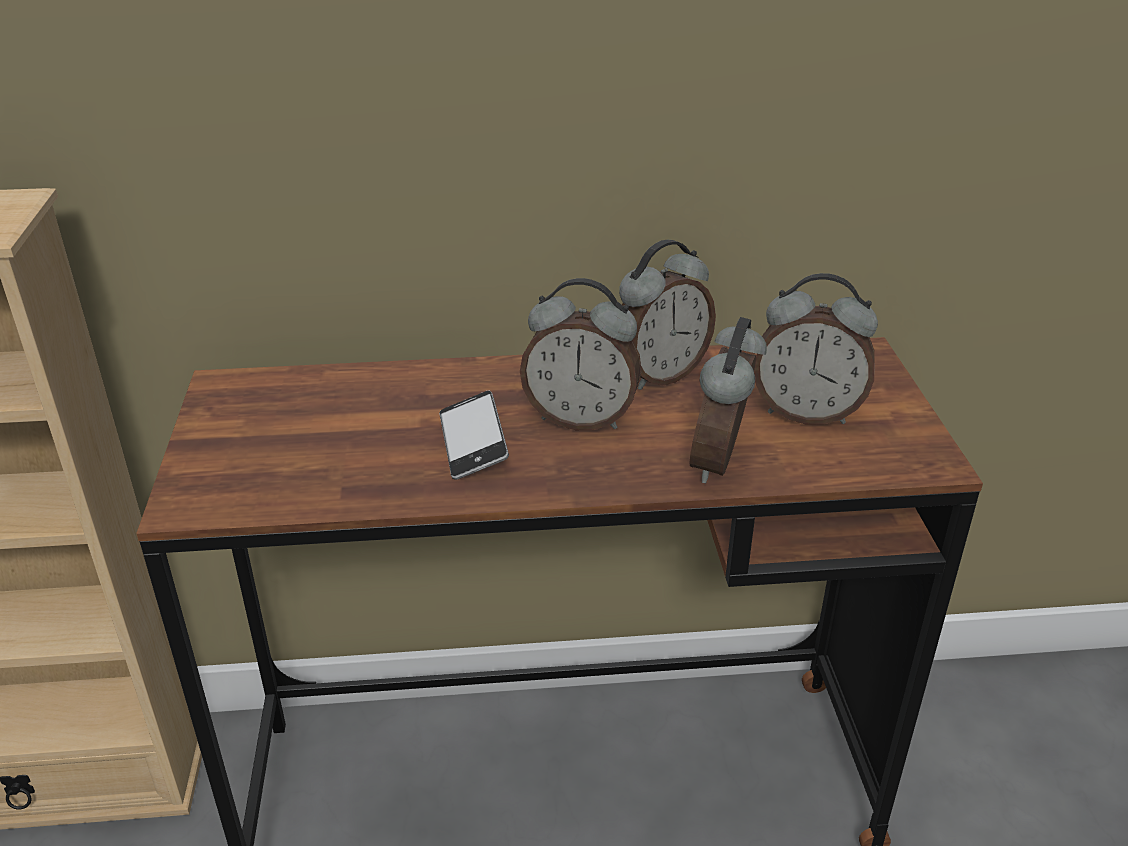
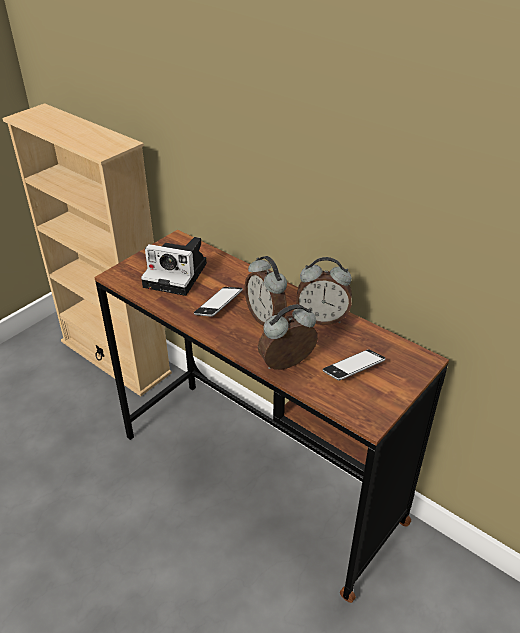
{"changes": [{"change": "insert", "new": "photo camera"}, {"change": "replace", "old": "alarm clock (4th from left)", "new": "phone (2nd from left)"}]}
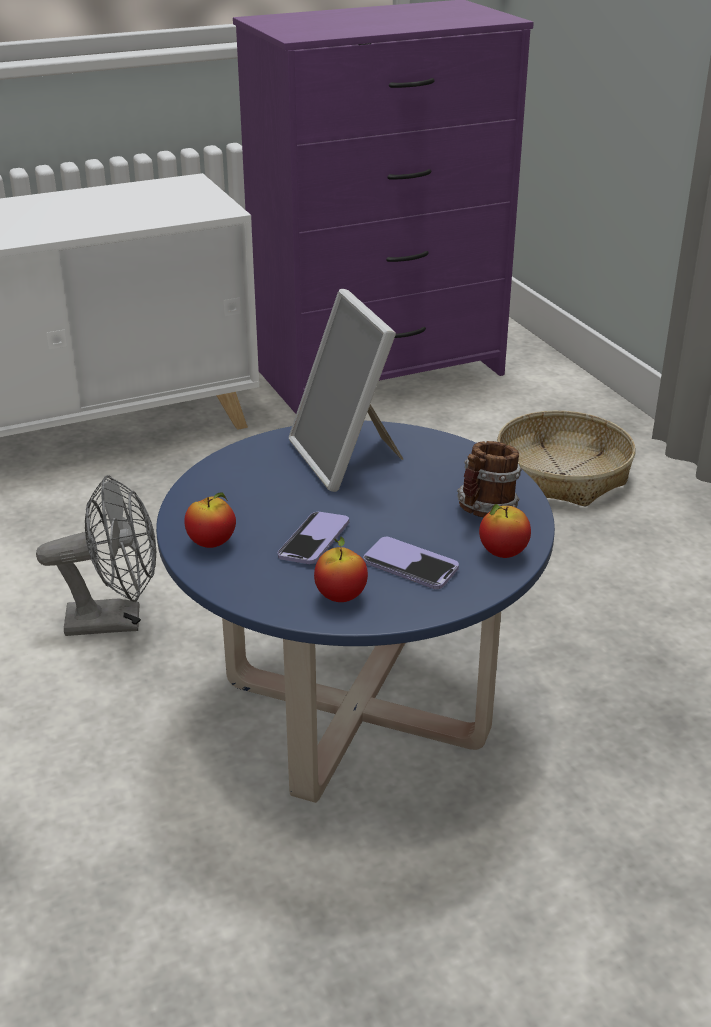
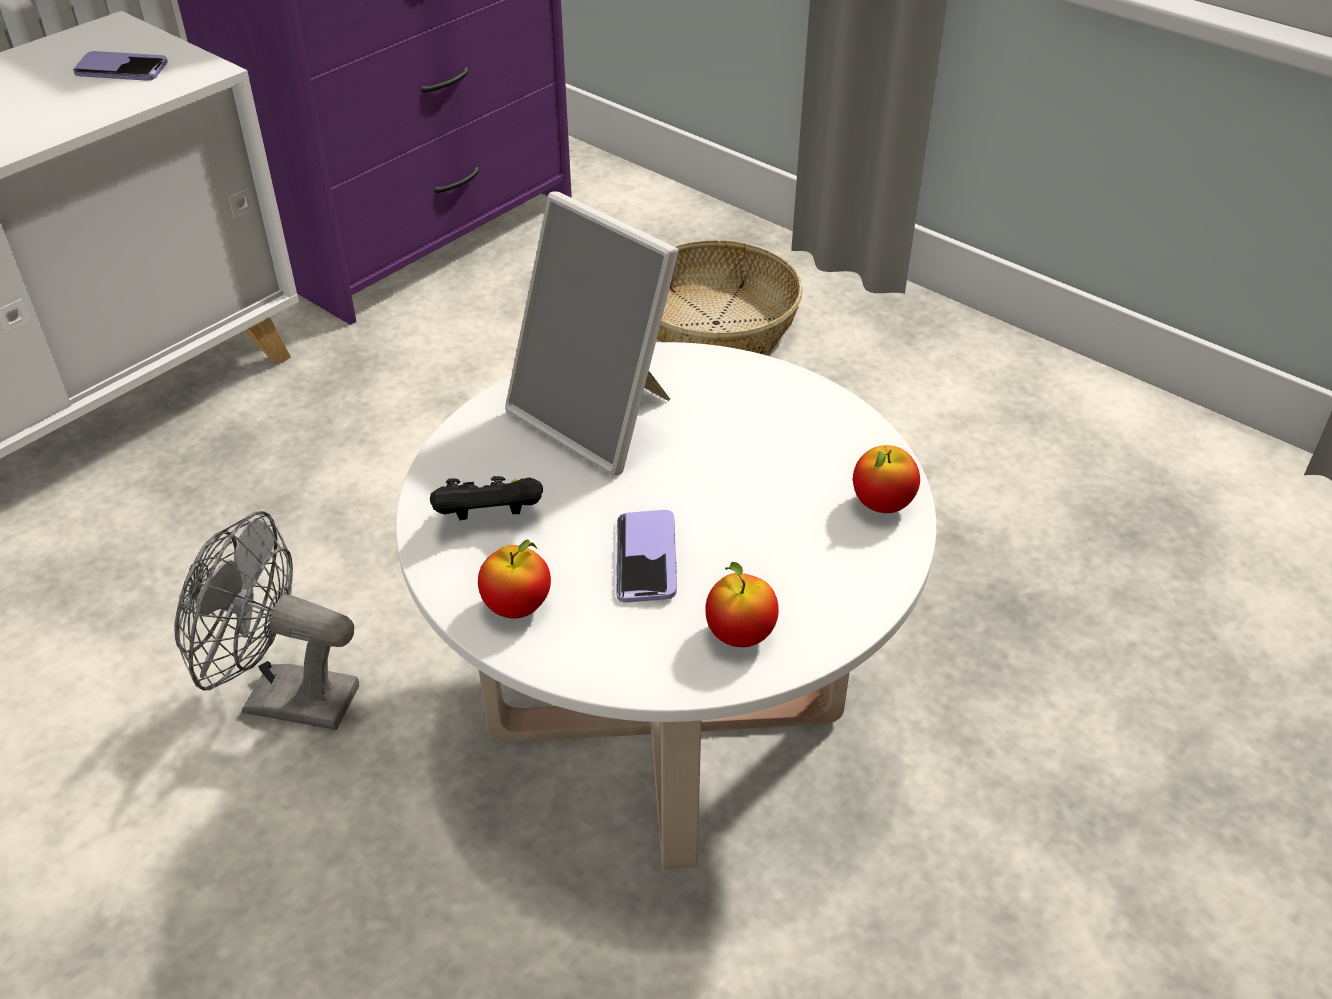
{"changes": [{"change": "move", "old": "phone (2nd from left in the first image)", "new": "phone (1st from left)"}, {"change": "rotate", "old": "fan in grey", "degrees": -135}, {"change": "recolor", "old": "coffee table in blue", "new": "coffee table in white"}, {"change": "insert", "new": "game controller in black"}, {"change": "delete", "old": "mug"}]}
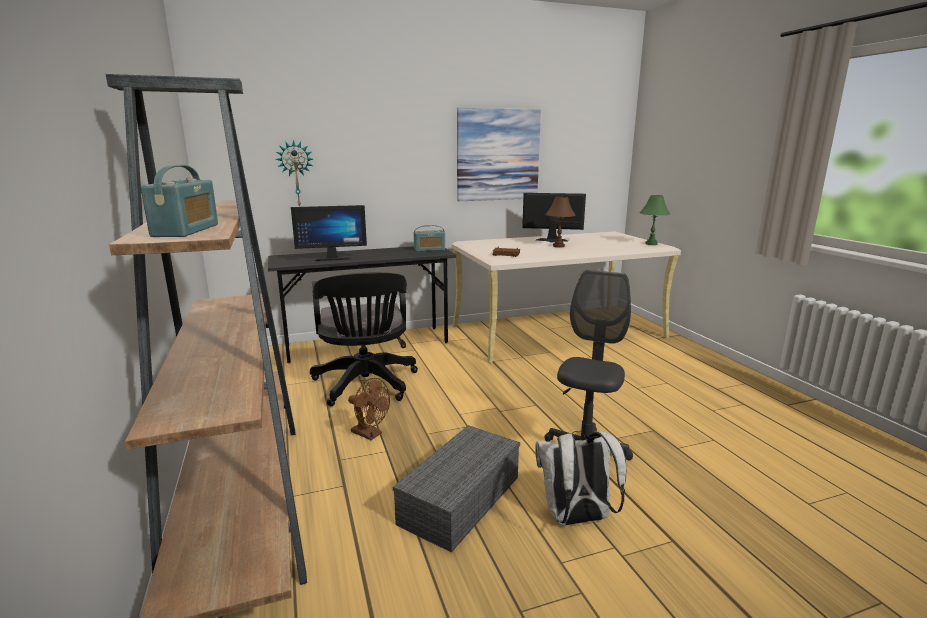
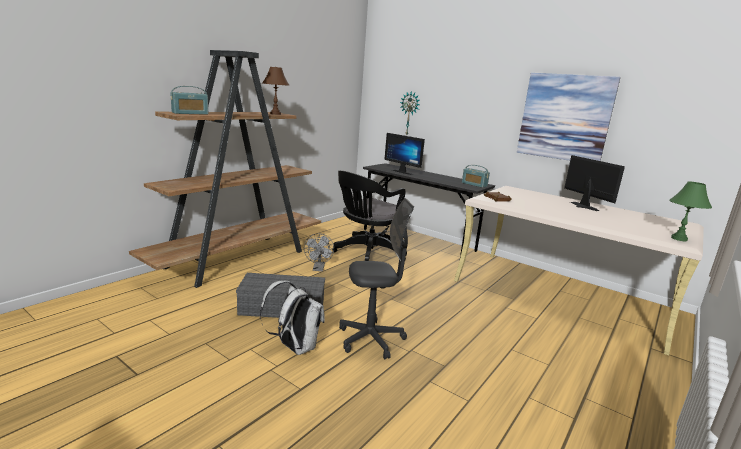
{"changes": [{"change": "move", "old": "table lamp in brown"}, {"change": "recolor", "old": "fan in brown", "new": "fan in grey"}]}
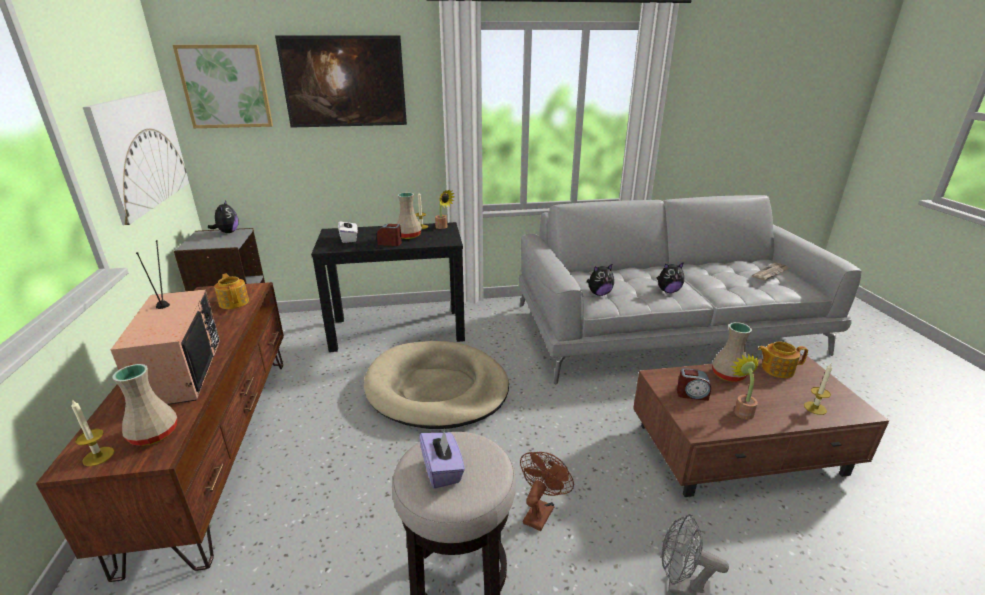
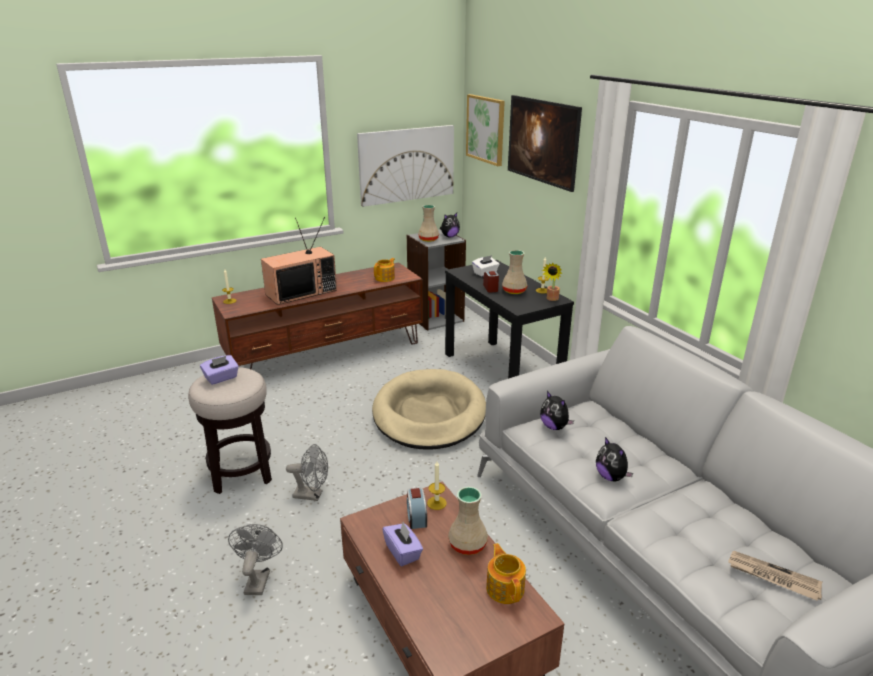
{"changes": [{"change": "recolor", "old": "fan in brown", "new": "fan in grey (2nd from left)"}, {"change": "replace", "old": "potted plant (2nd from left)", "new": "tissue box in purple (2nd from left)"}, {"change": "move", "old": "vase in beige (1st from left)"}, {"change": "move", "old": "candle (3rd from left in the first image)", "new": "candle (2nd from left)"}]}
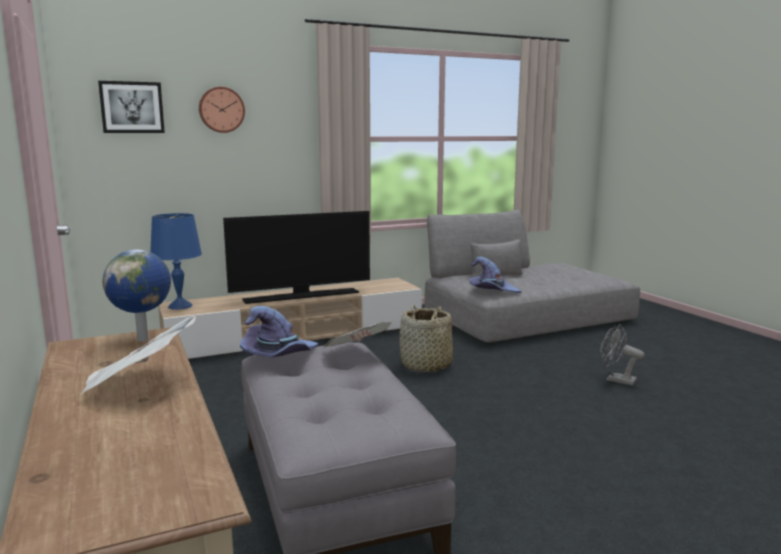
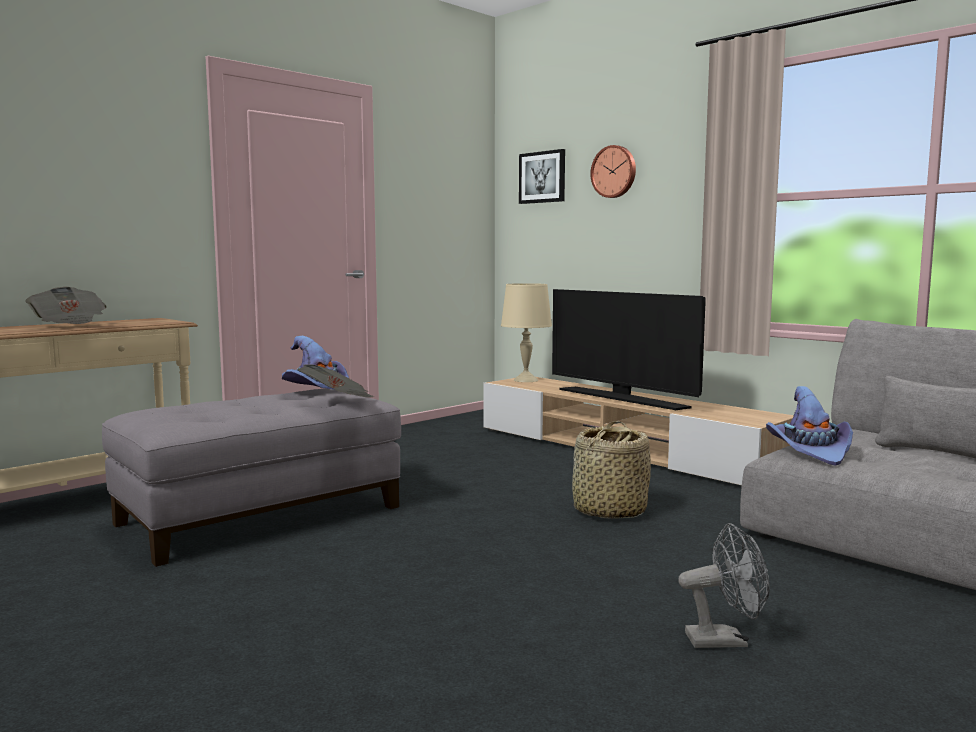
{"changes": [{"change": "recolor", "old": "table lamp in blue", "new": "table lamp in beige"}, {"change": "rotate", "old": "fan in grey", "degrees": 75}, {"change": "delete", "old": "globe"}]}
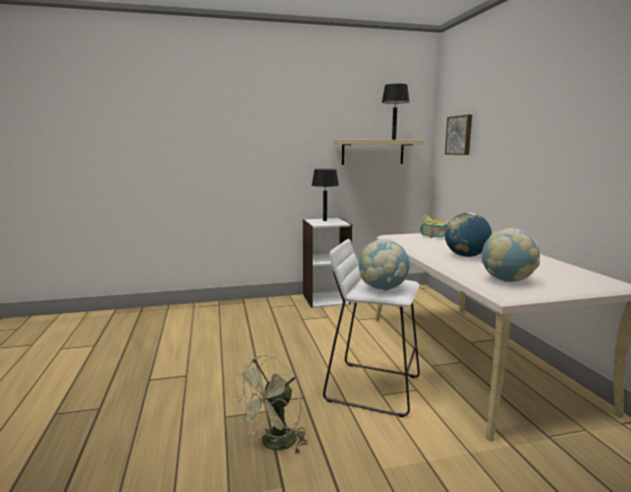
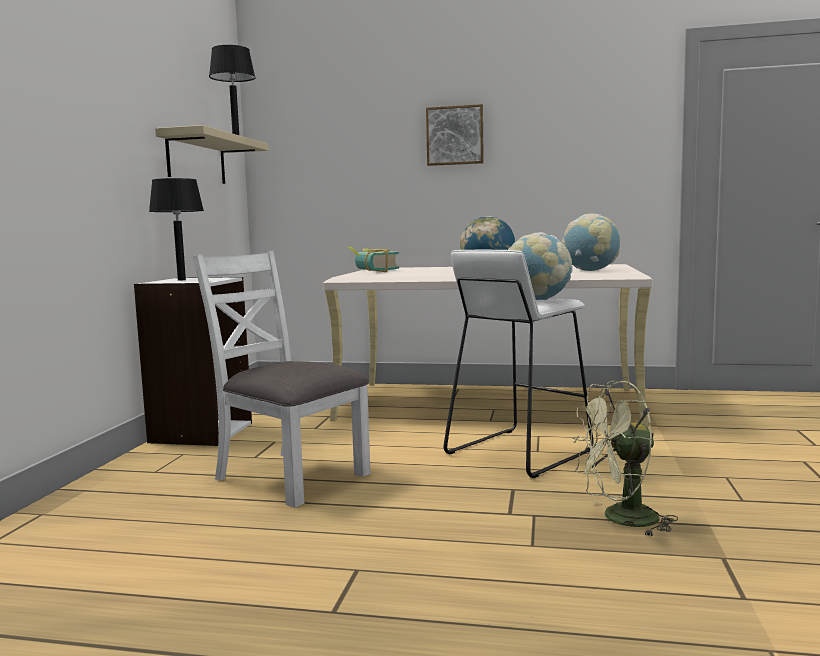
{"changes": [{"change": "insert", "new": "chair in white"}, {"change": "move", "old": "picture"}, {"change": "rotate", "old": "fan in green", "degrees": 105}]}
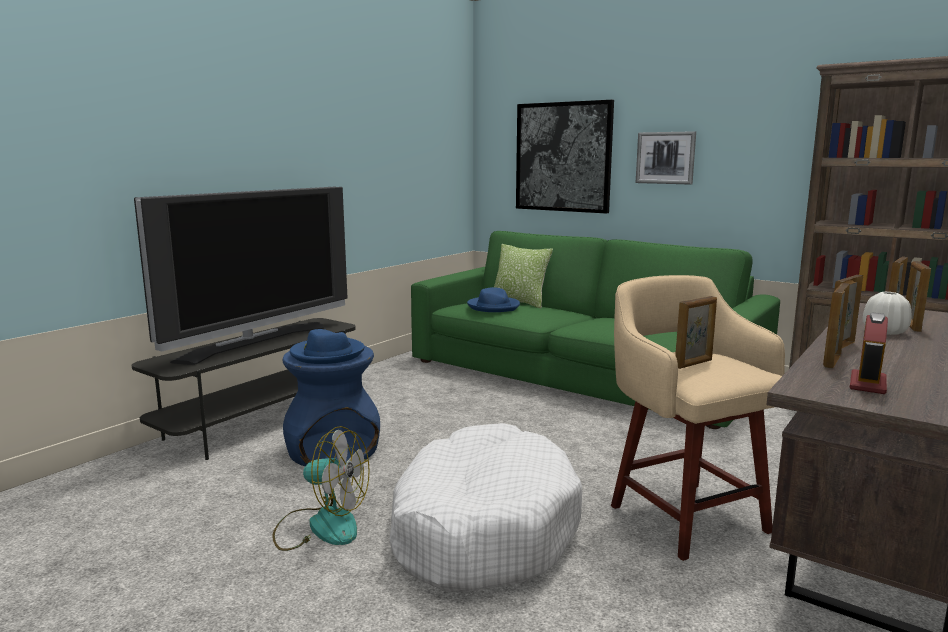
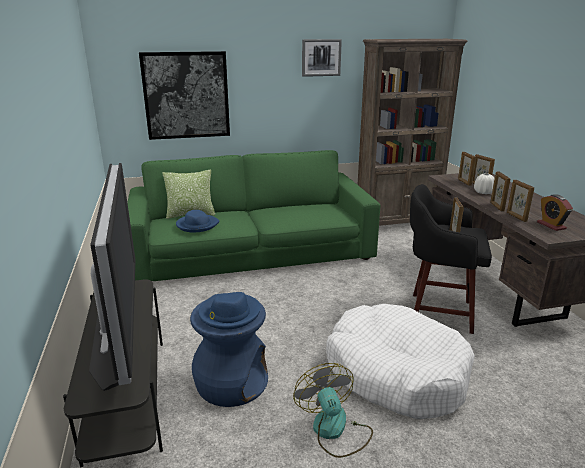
{"changes": [{"change": "rotate", "old": "fan", "degrees": -75}, {"change": "move", "old": "picture (2nd from left)"}, {"change": "recolor", "old": "stool in beige", "new": "stool in black"}]}
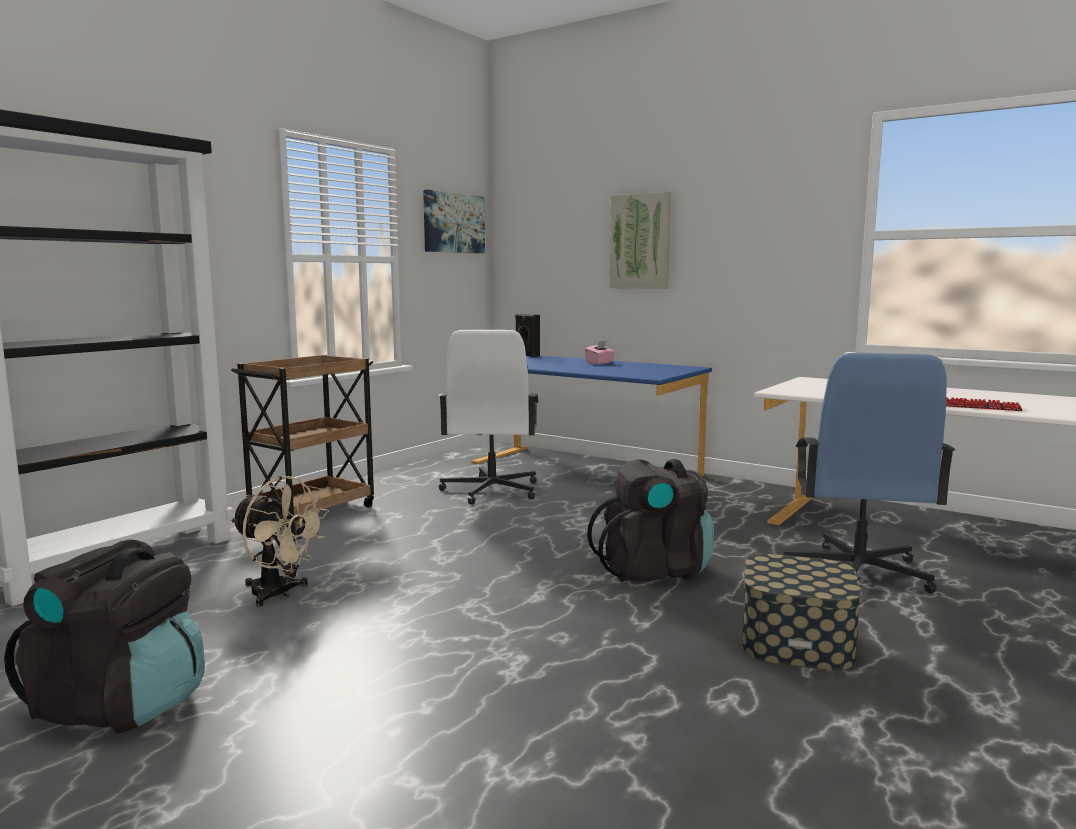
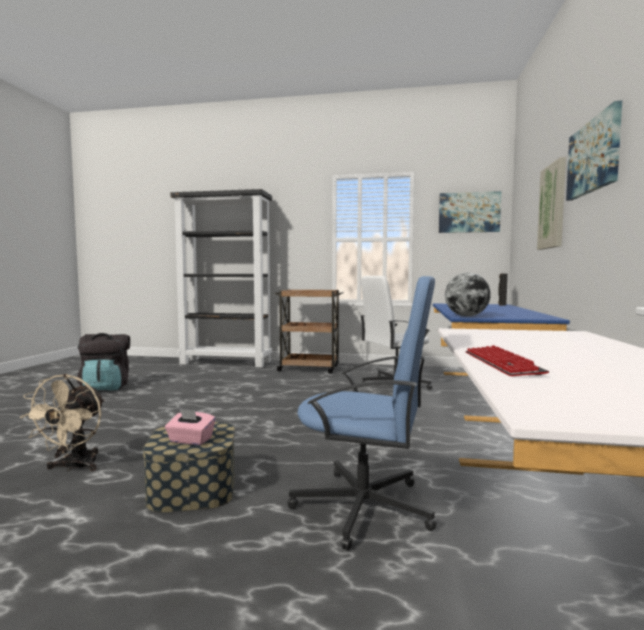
{"changes": [{"change": "move", "old": "fan in beige"}, {"change": "move", "old": "tissue box in pink"}, {"change": "rotate", "old": "office chair in blue", "degrees": -150}, {"change": "insert", "new": "globe"}, {"change": "insert", "new": "picture (3rd from left)"}, {"change": "delete", "old": "backpack in black (2nd from left)"}]}
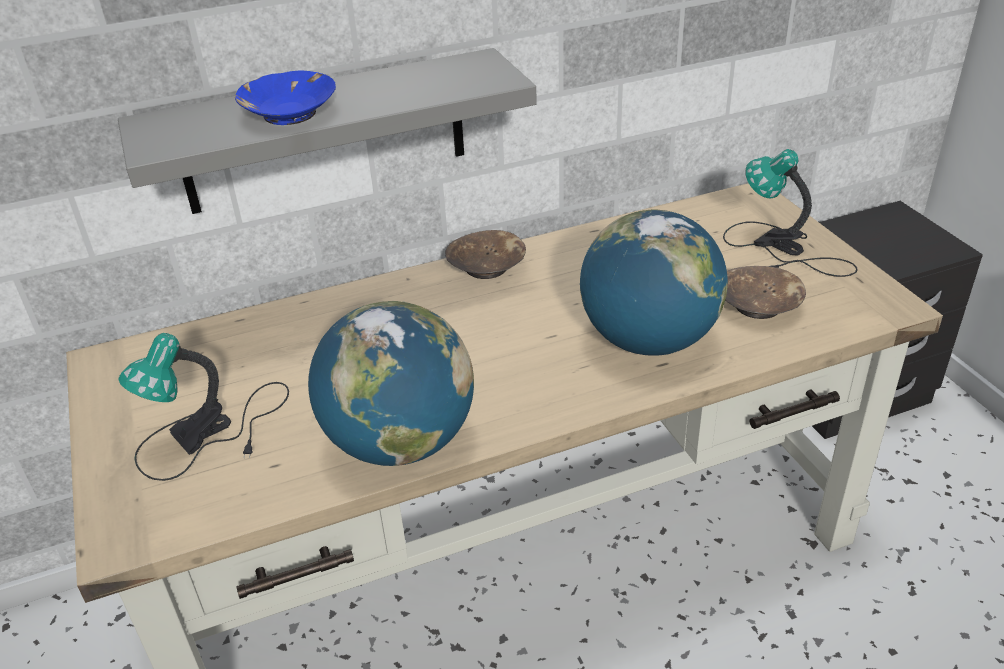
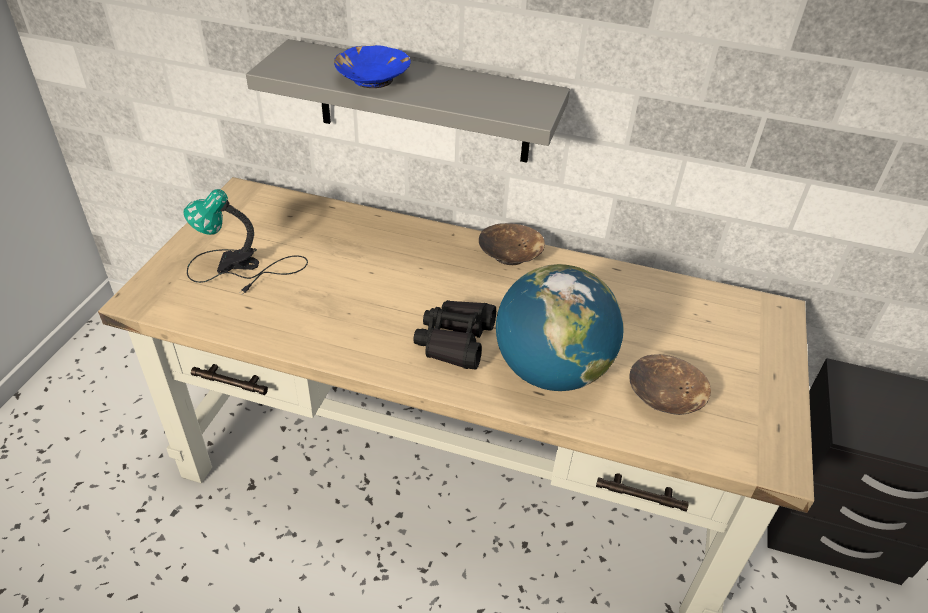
{"changes": [{"change": "insert", "new": "binoculars in black"}, {"change": "delete", "old": "globe (1st from left)"}, {"change": "delete", "old": "table lamp (2nd from left)"}]}
